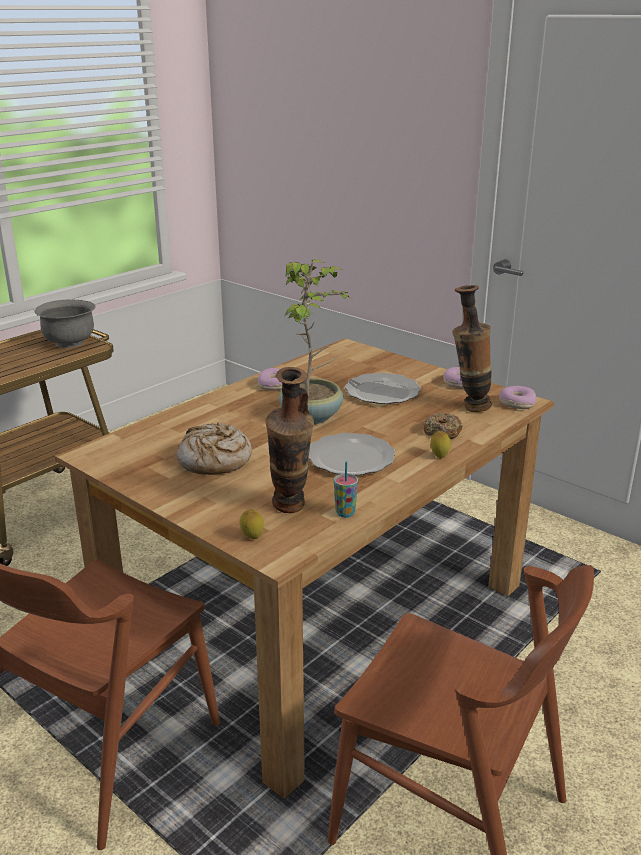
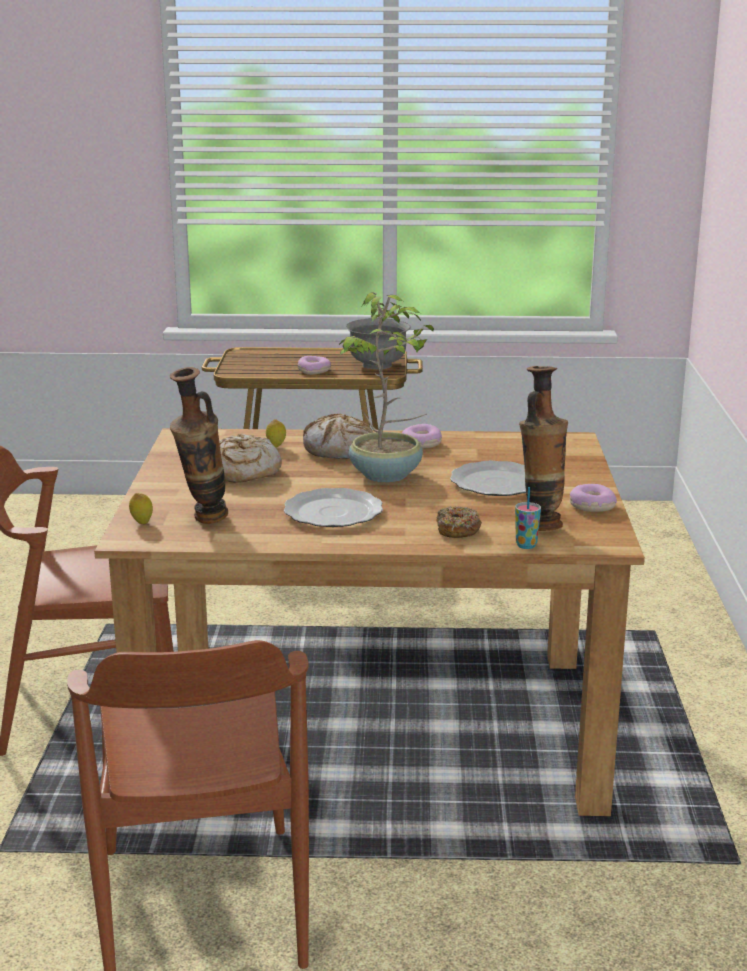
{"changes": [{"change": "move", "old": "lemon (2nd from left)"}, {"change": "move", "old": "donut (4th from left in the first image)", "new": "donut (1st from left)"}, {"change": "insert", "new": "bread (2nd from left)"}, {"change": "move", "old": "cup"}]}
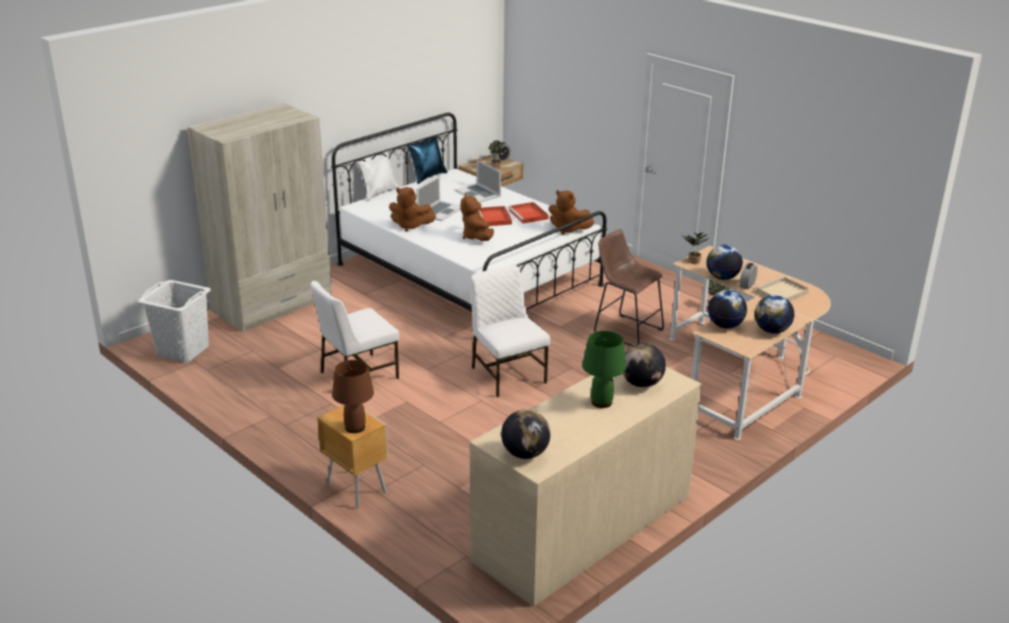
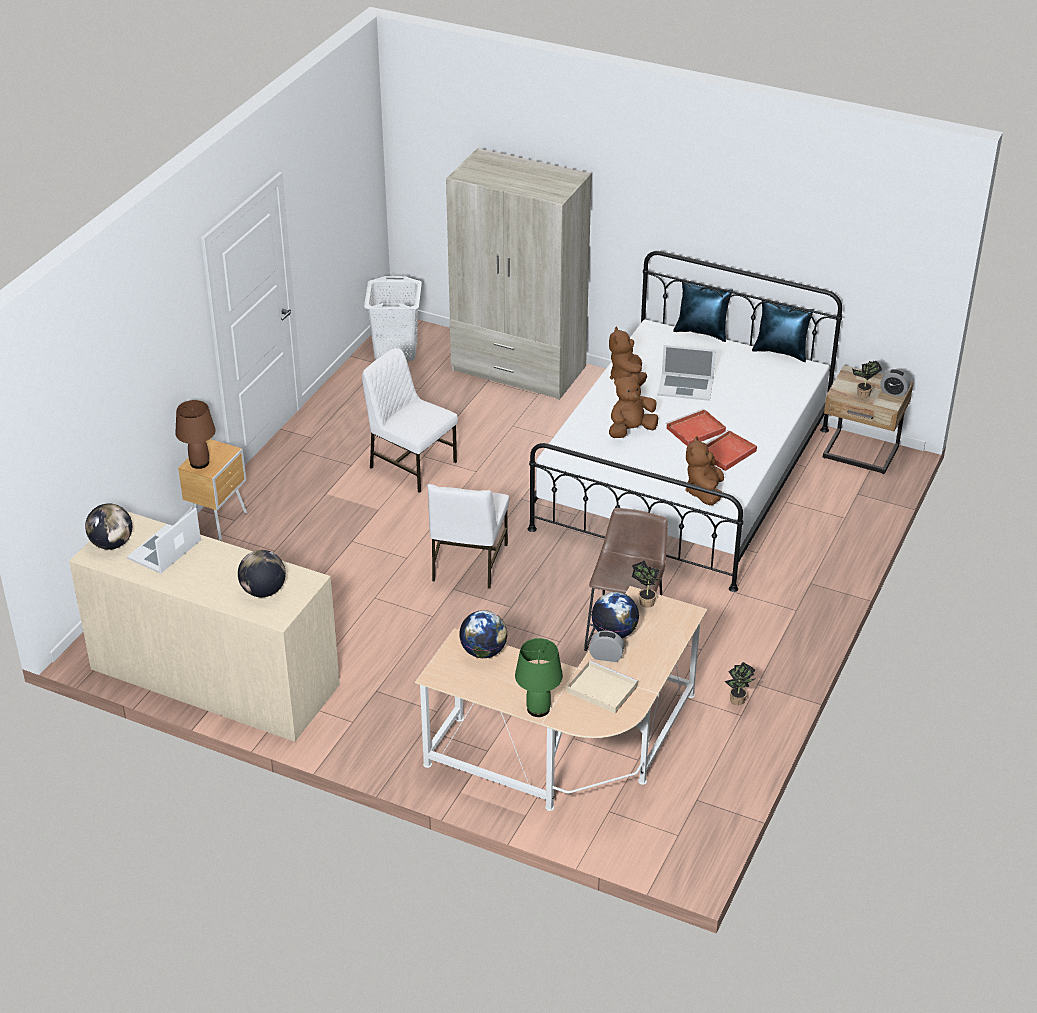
{"changes": [{"change": "move", "old": "laptop (2nd from left in the first image)", "new": "laptop (1st from left)"}, {"change": "rotate", "old": "chair in white (2nd from left)", "degrees": 150}, {"change": "move", "old": "table lamp in green"}, {"change": "recolor", "old": "pillow in white", "new": "pillow in blue (1st from left)"}, {"change": "delete", "old": "globe (5th from left)"}]}
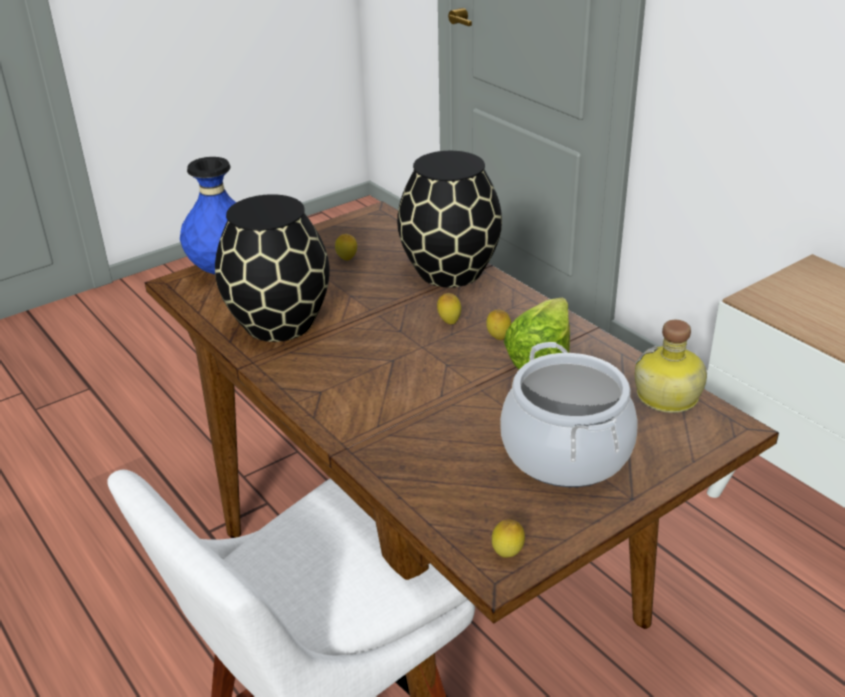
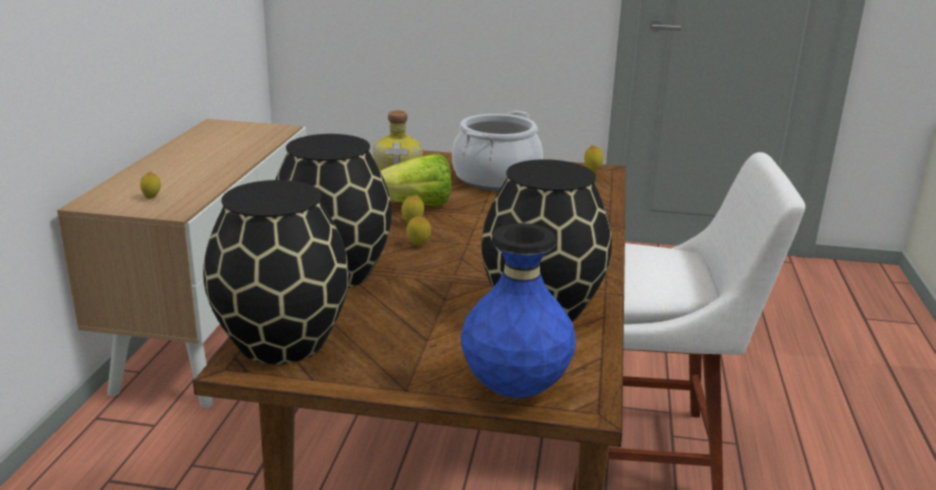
{"changes": [{"change": "move", "old": "lemon (1st from left)"}, {"change": "insert", "new": "vase in black (1st from left)"}]}
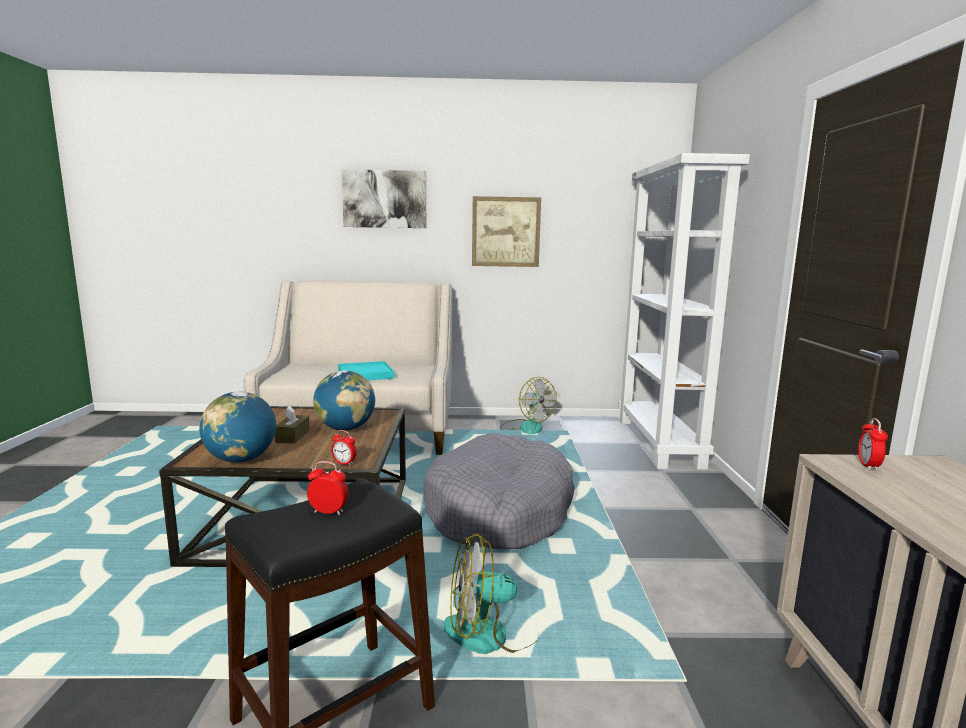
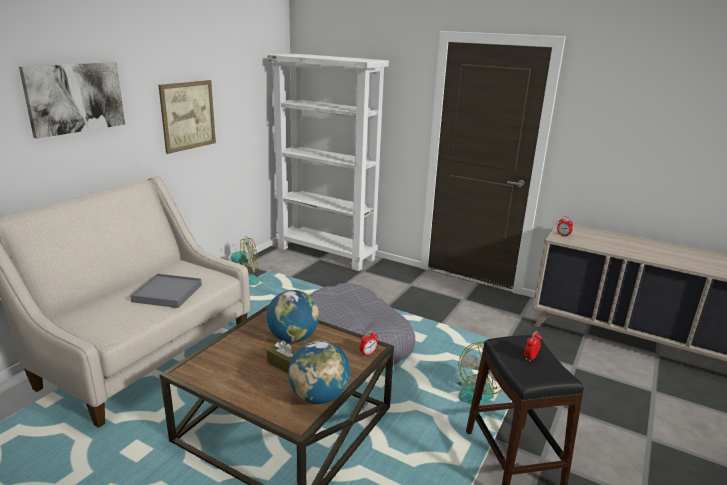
{"changes": [{"change": "recolor", "old": "tray in turquoise", "new": "tray in grey"}]}
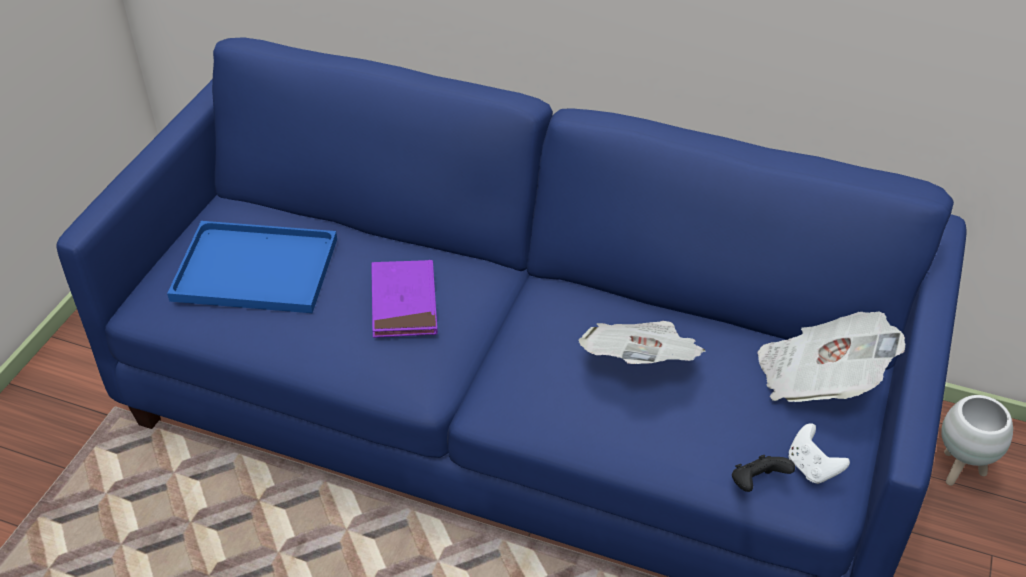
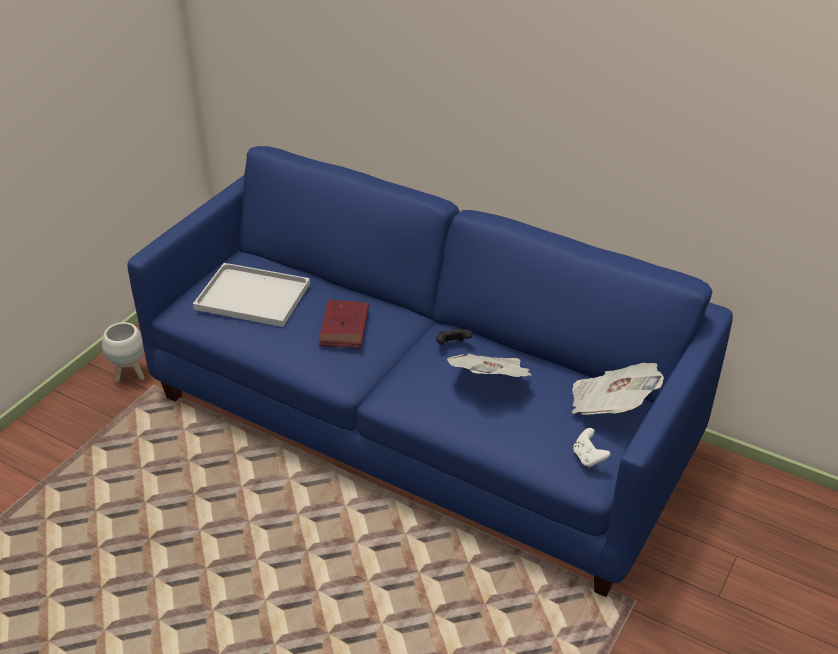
{"changes": [{"change": "move", "old": "planter in white"}, {"change": "recolor", "old": "tray in blue", "new": "tray in white"}, {"change": "recolor", "old": "book in purple", "new": "book in red"}, {"change": "move", "old": "game controller in black"}]}
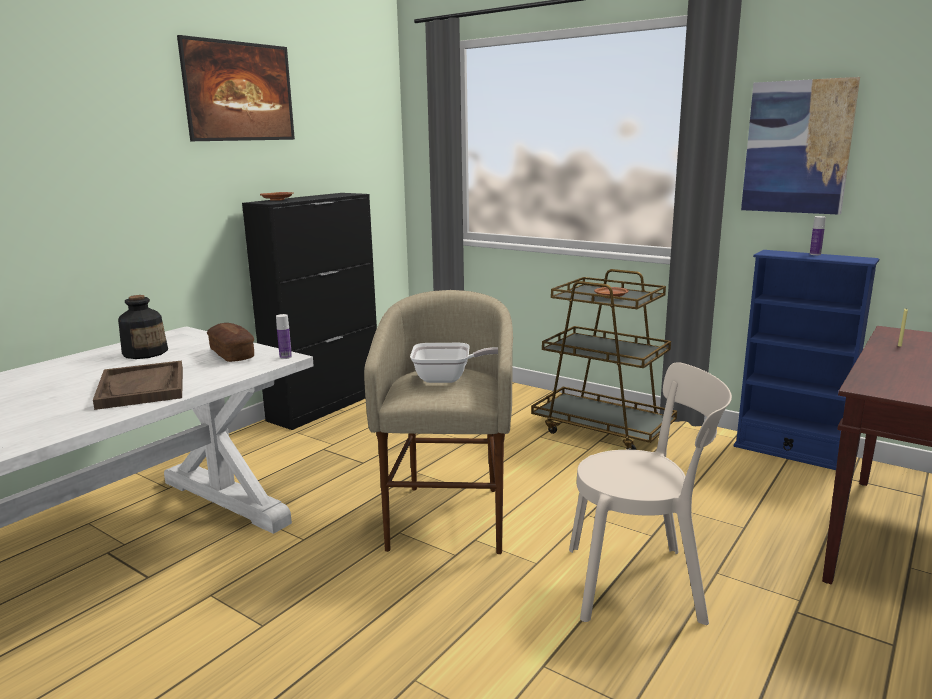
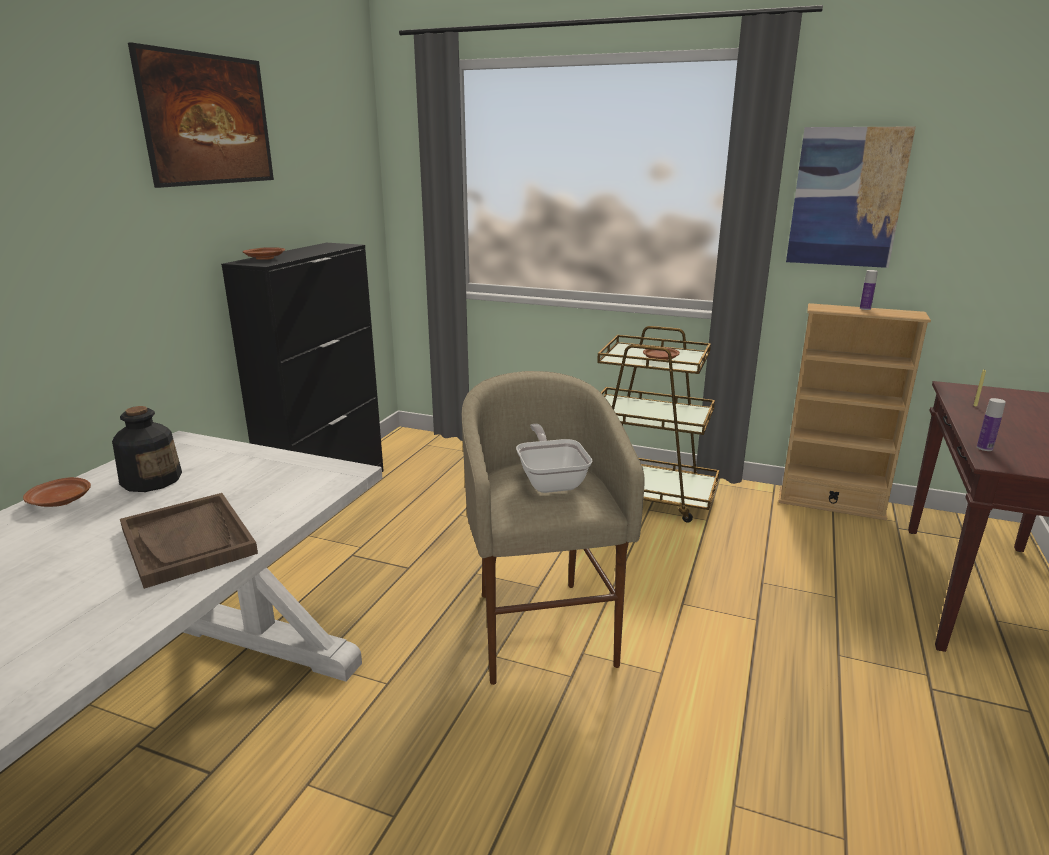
{"changes": [{"change": "insert", "new": "plate in brown (1st from left)"}, {"change": "rotate", "old": "frying pan", "degrees": -90}, {"change": "recolor", "old": "bookcase in blue", "new": "bookcase in beige"}, {"change": "move", "old": "bottle (2nd from left in the first image)", "new": "bottle (3rd from left)"}, {"change": "delete", "old": "bread"}, {"change": "delete", "old": "chair in beige"}]}
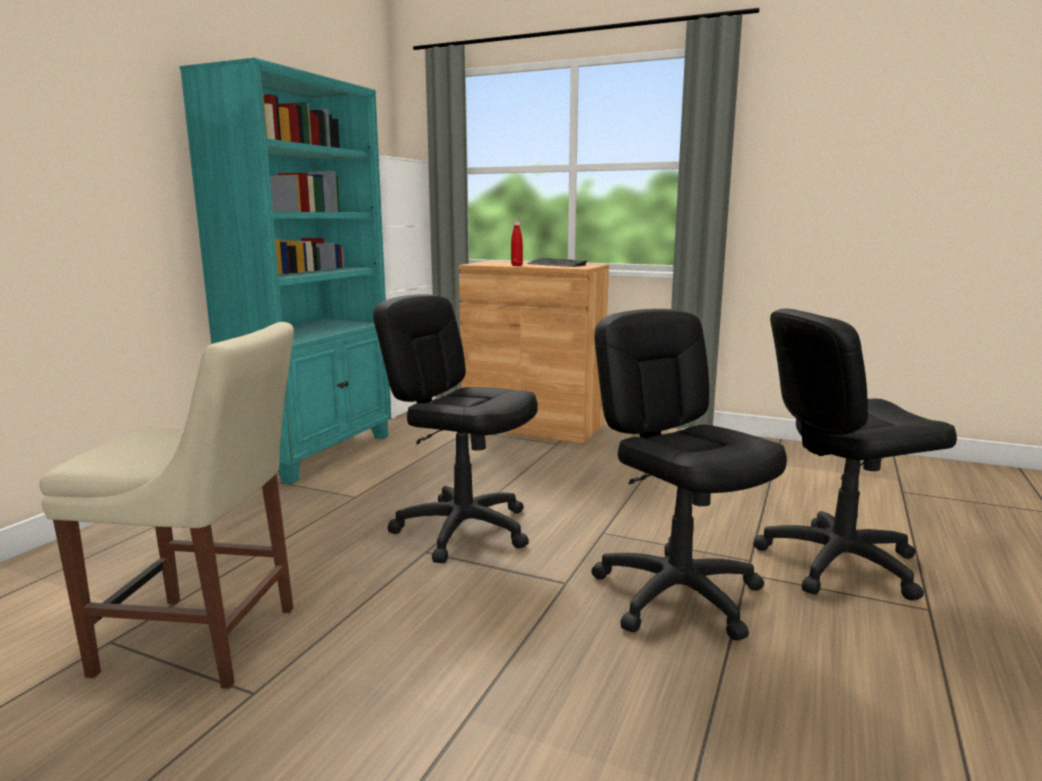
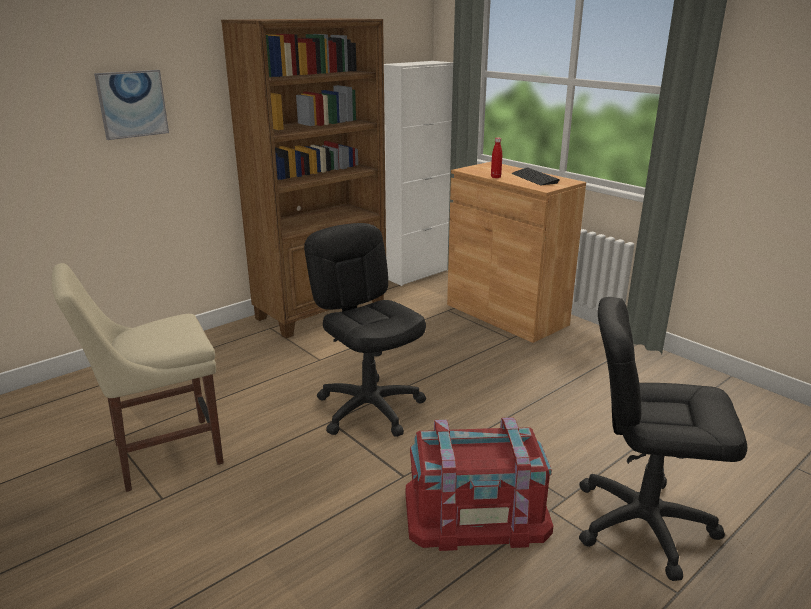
{"changes": [{"change": "rotate", "old": "chair in beige", "degrees": 120}, {"change": "insert", "new": "picture"}, {"change": "recolor", "old": "bookcase in turquoise", "new": "bookcase in brown"}, {"change": "replace", "old": "office chair in black (2nd from left)", "new": "storage box in red"}]}
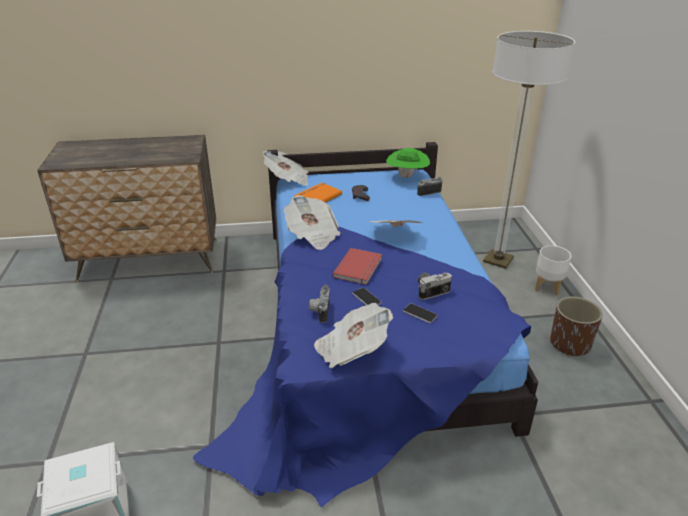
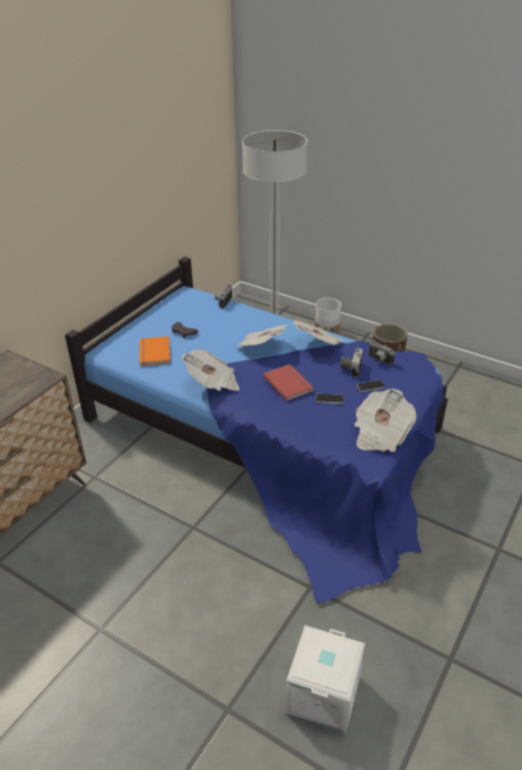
{"changes": [{"change": "move", "old": "newspaper (1st from left in the first image)", "new": "newspaper (3rd from left)"}, {"change": "move", "old": "photo camera (1st from left in the first image)", "new": "photo camera (3rd from left)"}, {"change": "delete", "old": "hat in green"}]}
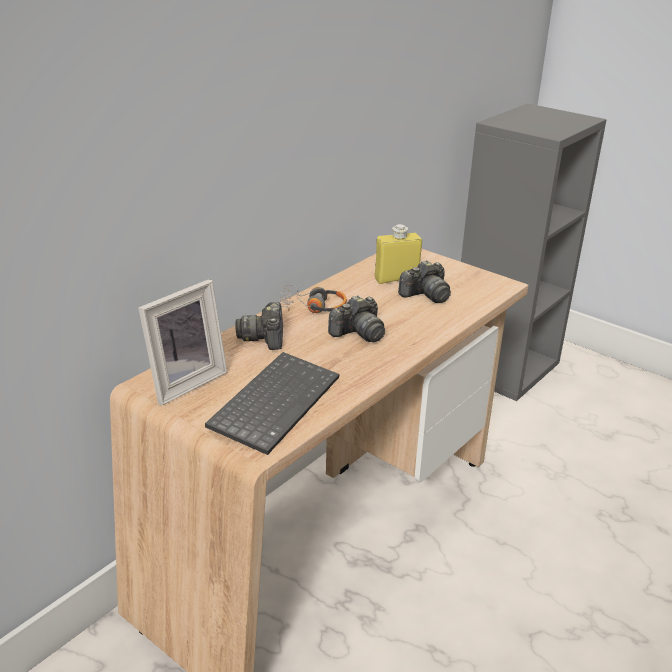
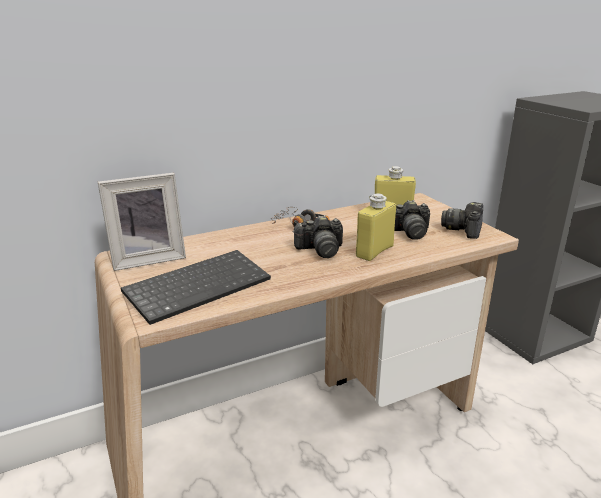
{"changes": [{"change": "insert", "new": "bottle in yellow (1st from left)"}, {"change": "move", "old": "photo camera (1st from left in the first image)", "new": "photo camera (3rd from left)"}]}
